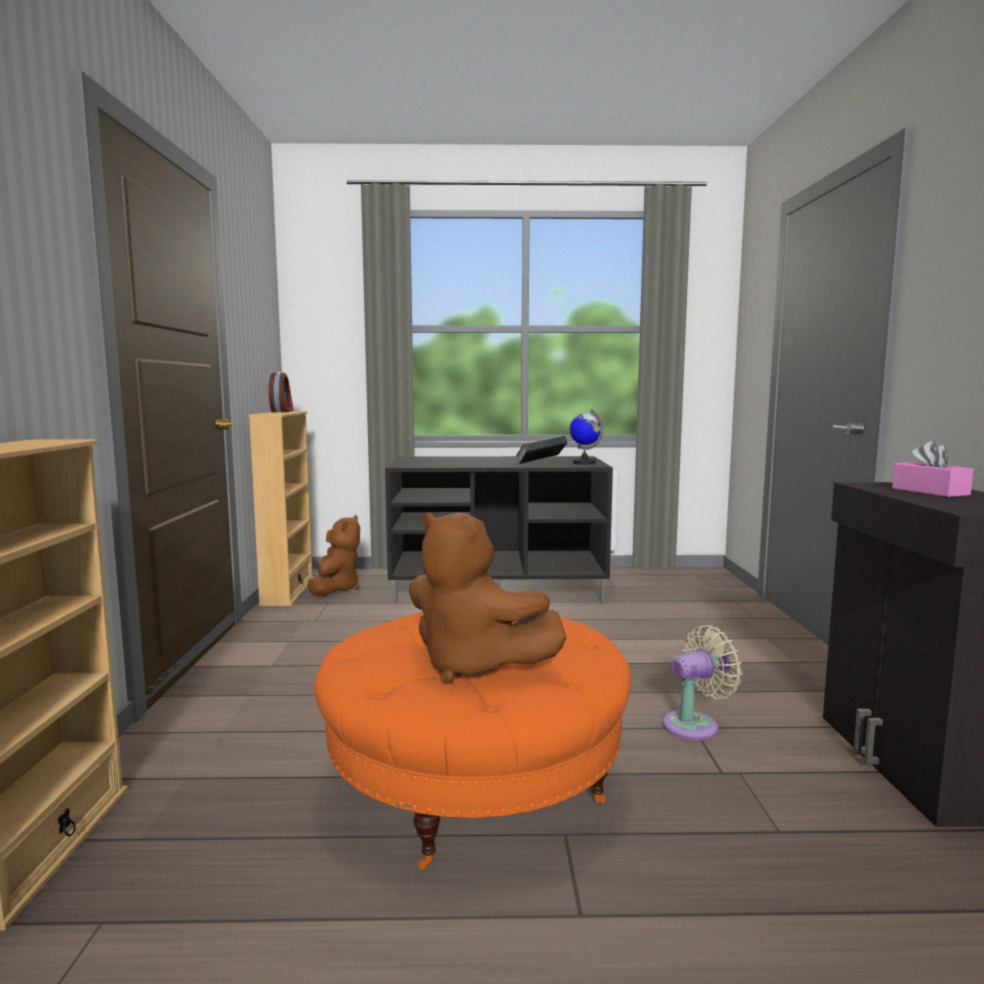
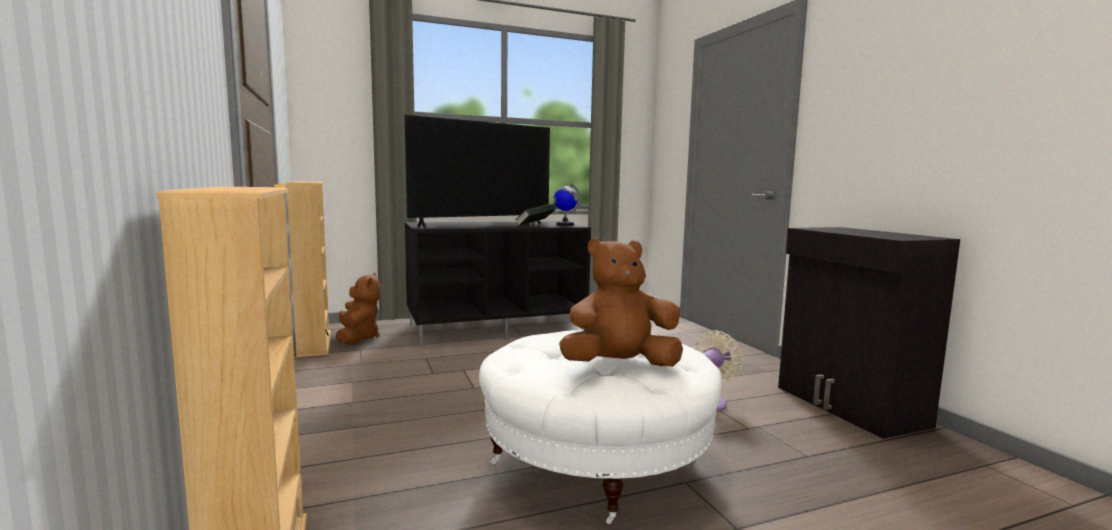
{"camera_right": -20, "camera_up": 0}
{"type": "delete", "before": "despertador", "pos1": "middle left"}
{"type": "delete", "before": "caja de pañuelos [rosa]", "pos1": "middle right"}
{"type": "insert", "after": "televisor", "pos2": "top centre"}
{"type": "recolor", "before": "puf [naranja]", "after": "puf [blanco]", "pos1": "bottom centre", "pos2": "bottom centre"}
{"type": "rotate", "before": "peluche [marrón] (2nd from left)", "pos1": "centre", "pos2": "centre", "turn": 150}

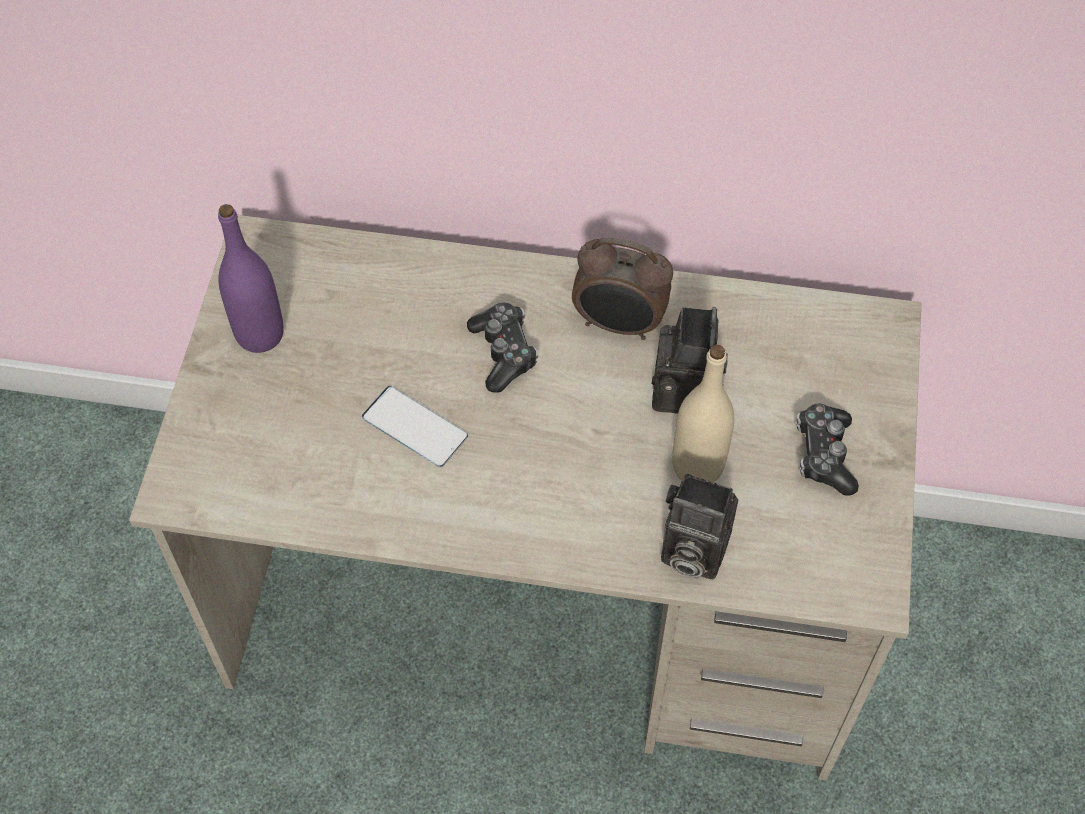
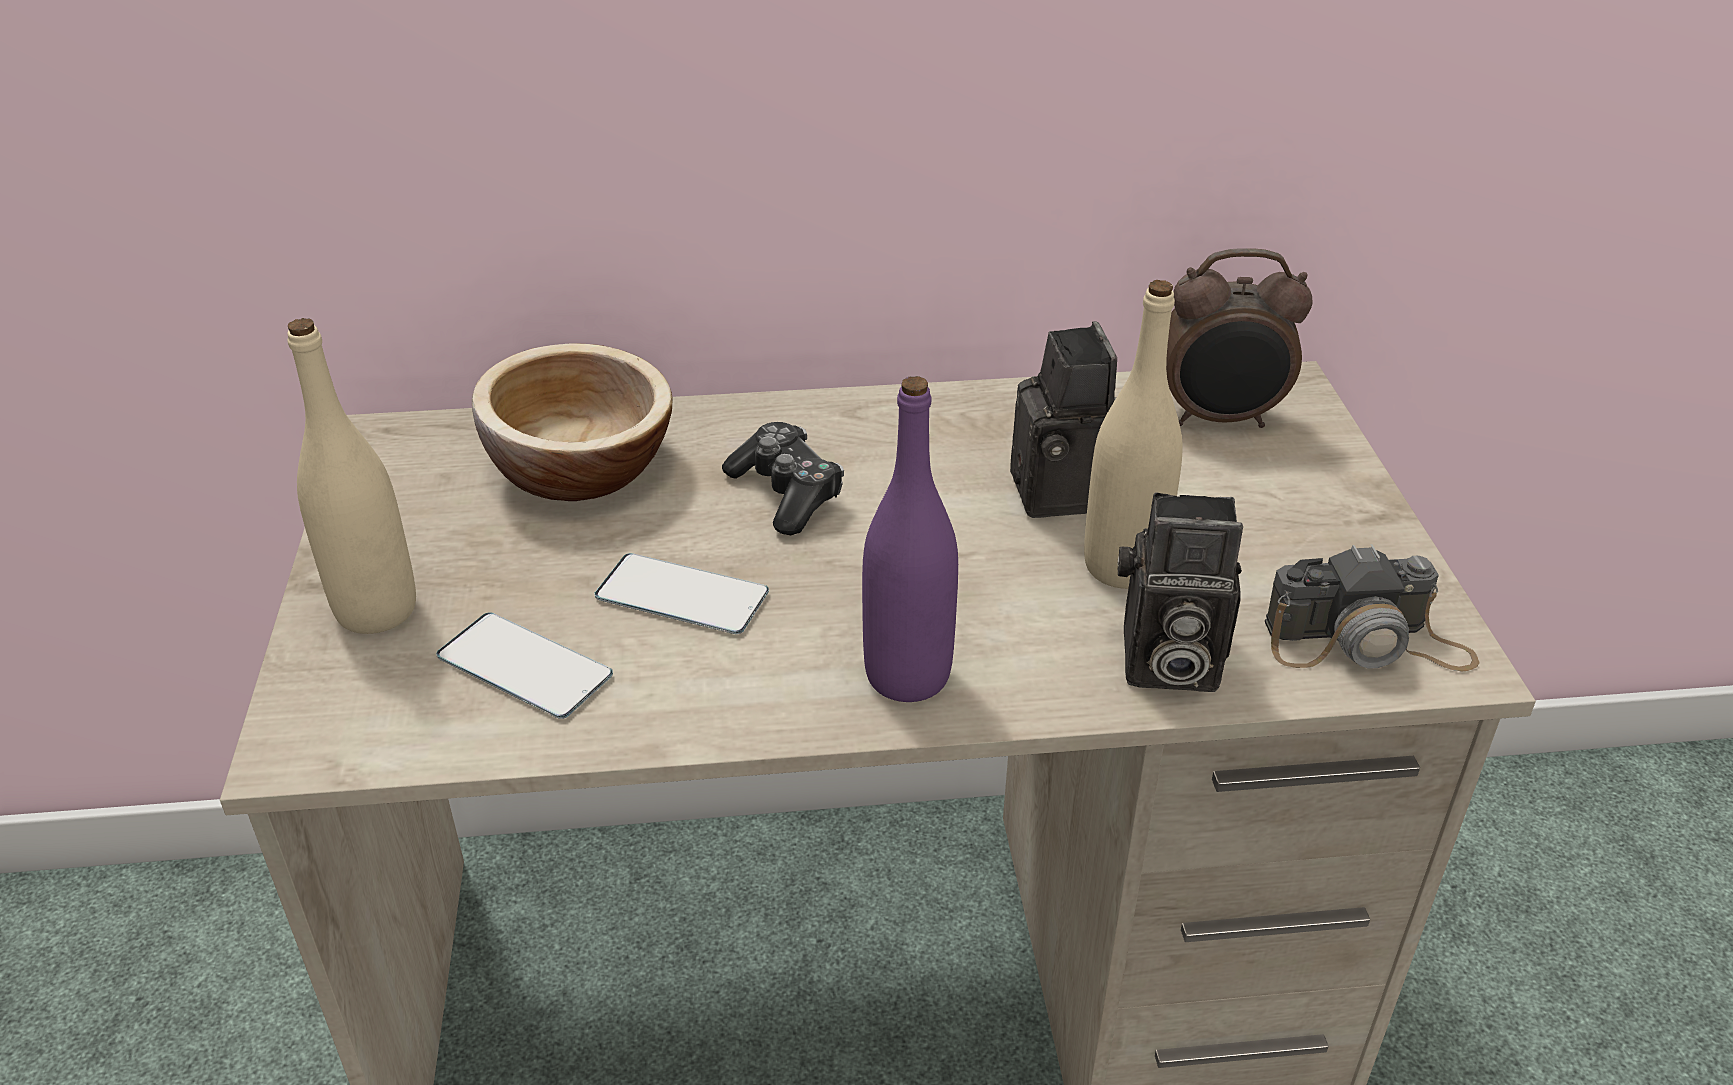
{"camera_right": -15, "camera_up": -20}
{"type": "delete", "before": "mando de consola (2nd from left)", "pos1": "middle right"}
{"type": "insert", "after": "botella [beis] (1st from left)", "pos2": "middle left"}
{"type": "insert", "after": "móvil (1st from left)", "pos2": "middle left"}
{"type": "insert", "after": "cuenco", "pos2": "middle left"}
{"type": "insert", "after": "cámara (3rd from left)", "pos2": "middle right"}
{"type": "move", "before": "botella [morado]", "pos1": "middle left", "pos2": "centre"}
{"type": "move", "before": "despertador", "pos1": "centre", "pos2": "top right"}

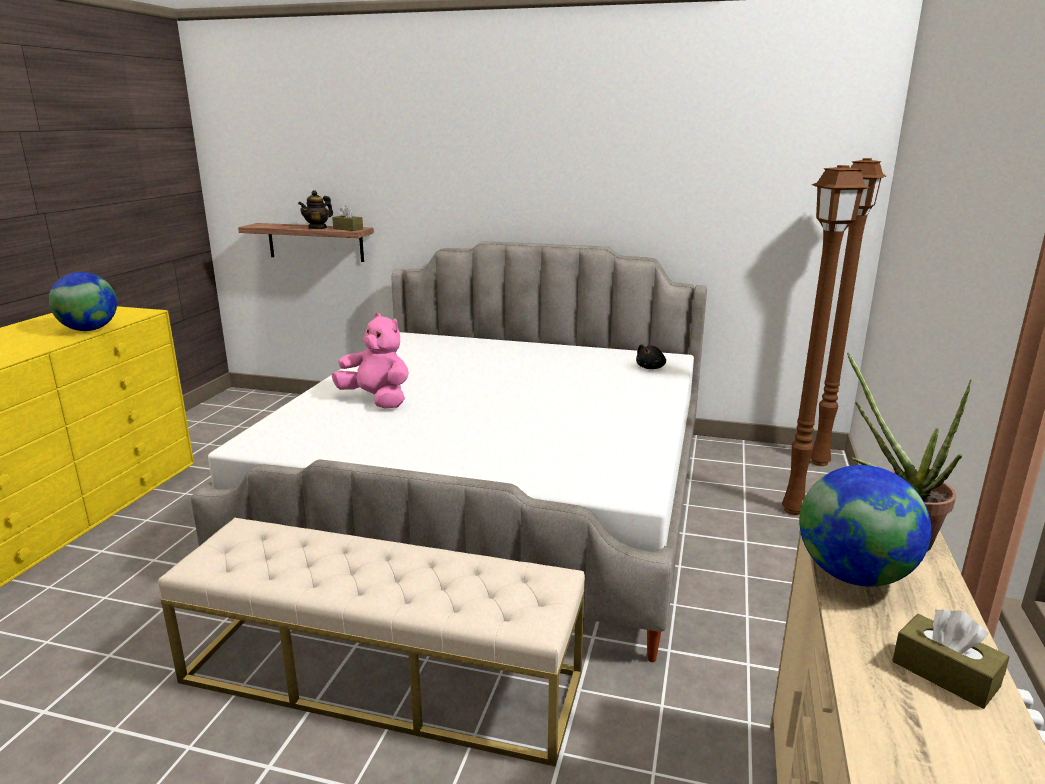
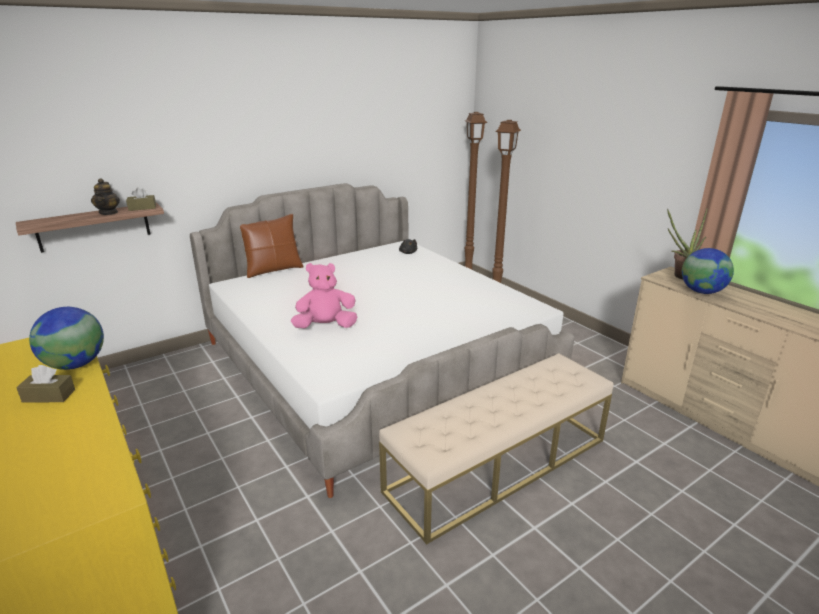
{"camera_right": -50, "camera_up": 5}
{"type": "insert", "after": "cojín [marrón]", "pos2": "middle left"}
{"type": "move", "before": "caja de pañuelos [marrón] (2nd from left in the first image)", "after": "caja de pañuelos [marrón] (1st from left)", "pos1": "bottom right", "pos2": "middle left"}

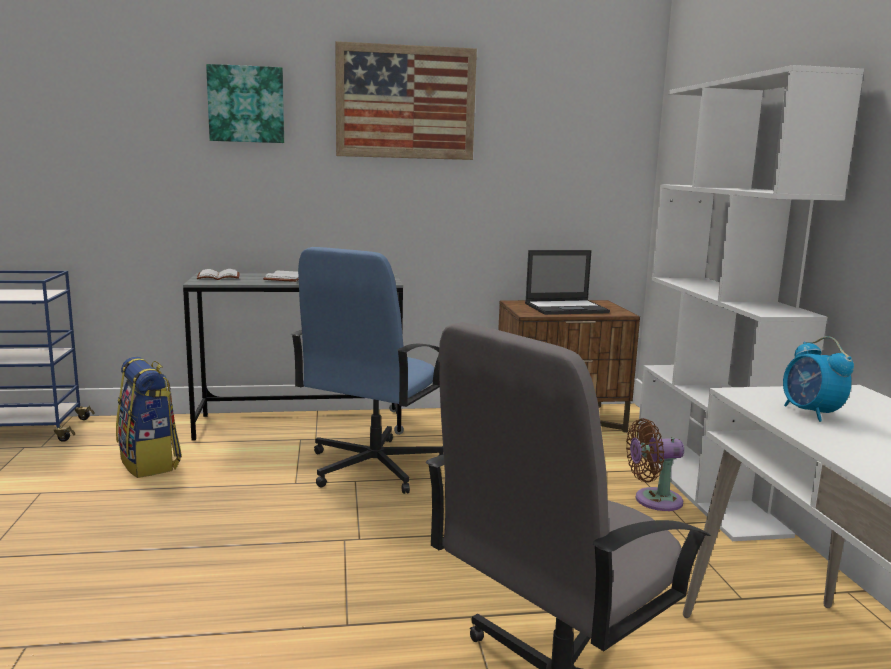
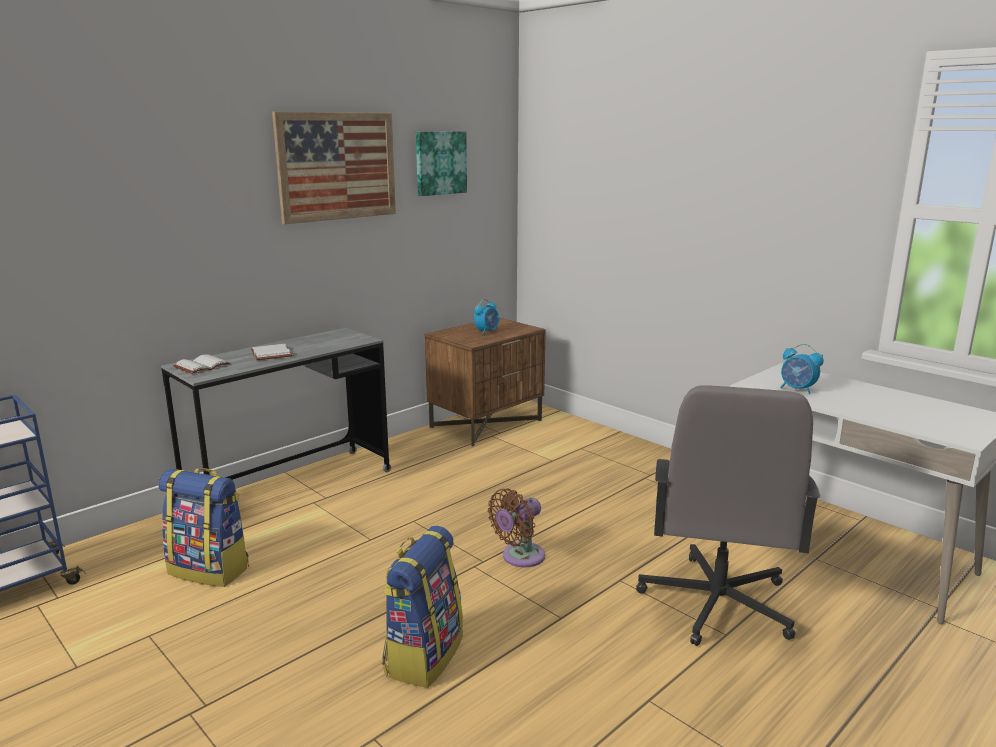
{"camera_right": -35, "camera_up": 5}
{"type": "delete", "before": "silla de oficina [azul]", "pos1": "centre"}
{"type": "delete", "before": "estantería [blanco]", "pos1": "middle right"}
{"type": "insert", "after": "mochila (2nd from left)", "pos2": "bottom centre"}
{"type": "move", "before": "cuadro (1st from left in the first image)", "after": "cuadro (2nd from left)", "pos1": "top left", "pos2": "top centre"}
{"type": "move", "before": "ventilador [marrón]", "pos1": "bottom right", "pos2": "bottom centre"}
{"type": "replace", "before": "portátil", "after": "despertador (1st from left)", "pos1": "centre", "pos2": "centre"}

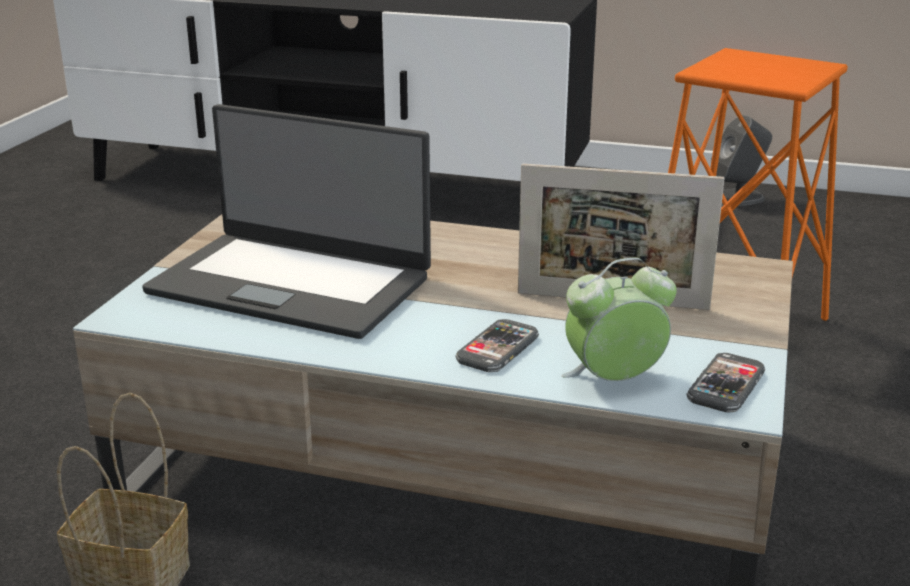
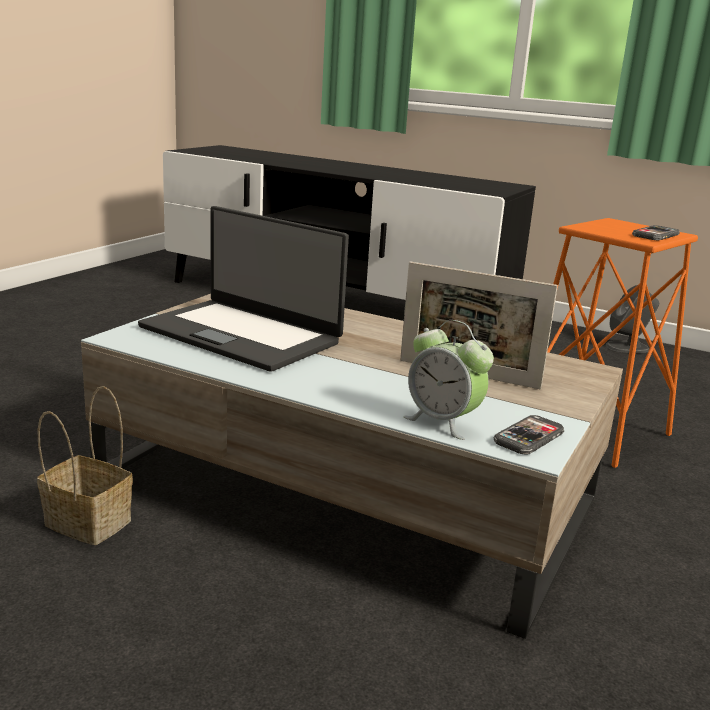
{"camera_right": 10, "camera_up": -5}
{"type": "move", "before": "móvil (1st from left in the first image)", "after": "móvil (2nd from left)", "pos1": "centre", "pos2": "top right"}
{"type": "rotate", "before": "despertador", "pos1": "middle right", "pos2": "centre", "turn": -135}

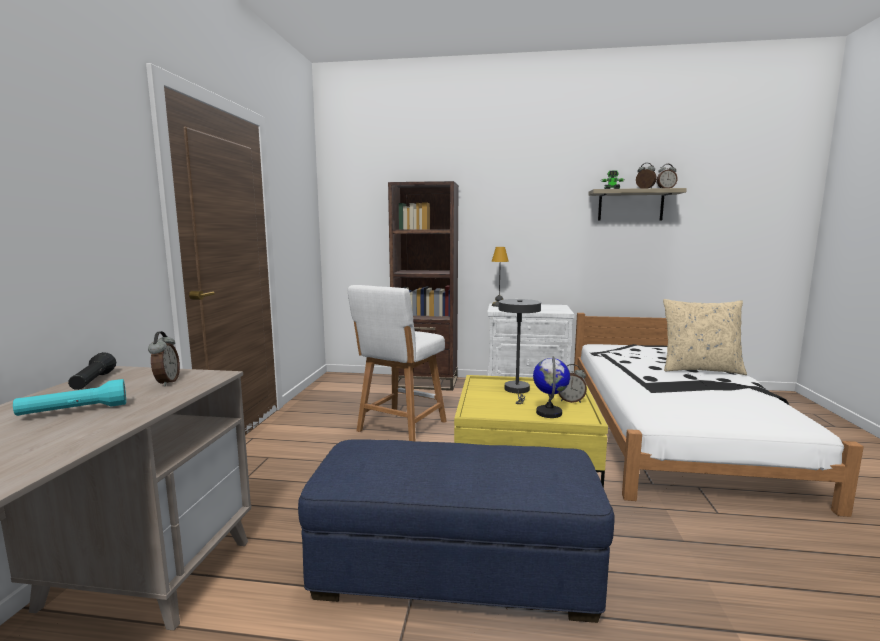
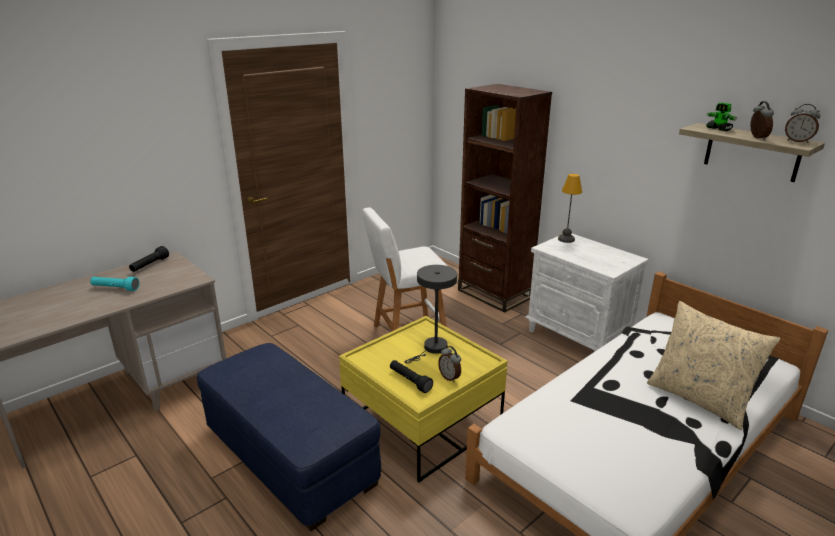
{"camera_right": 40, "camera_up": 15}
{"type": "delete", "before": "despertador (1st from left)", "pos1": "middle left"}
{"type": "replace", "before": "globo terráqueo", "after": "linterna [negro] (2nd from left)", "pos1": "centre", "pos2": "bottom centre"}

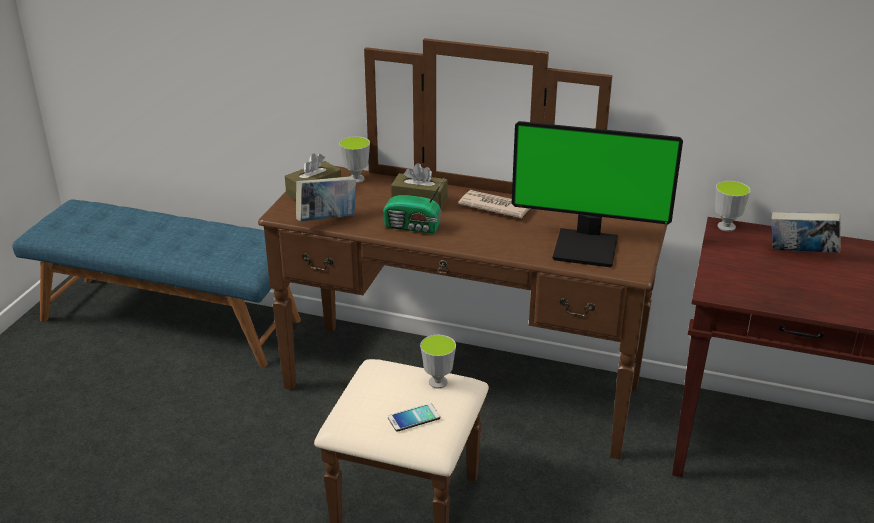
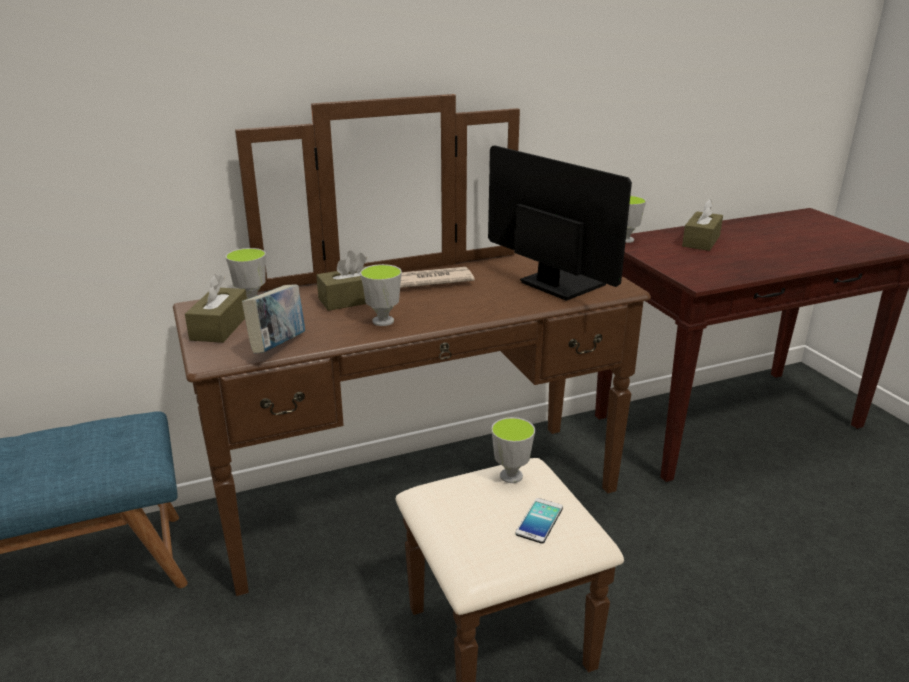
{"camera_right": -40, "camera_up": -5}
{"type": "replace", "before": "radio", "after": "taza (2nd from left)", "pos1": "centre", "pos2": "centre"}
{"type": "replace", "before": "libro (2nd from left)", "after": "caja de pañuelos [marrón] (3rd from left)", "pos1": "middle right", "pos2": "top right"}
{"type": "rotate", "before": "monitor", "pos1": "middle right", "pos2": "top centre", "turn": -105}

